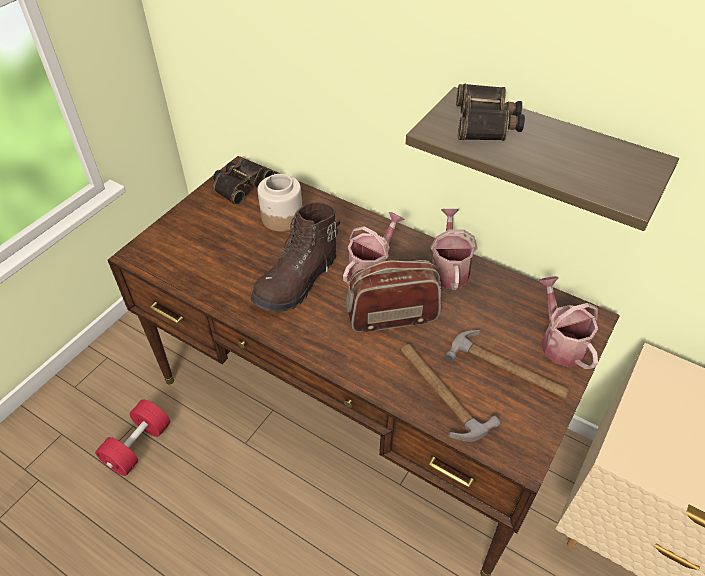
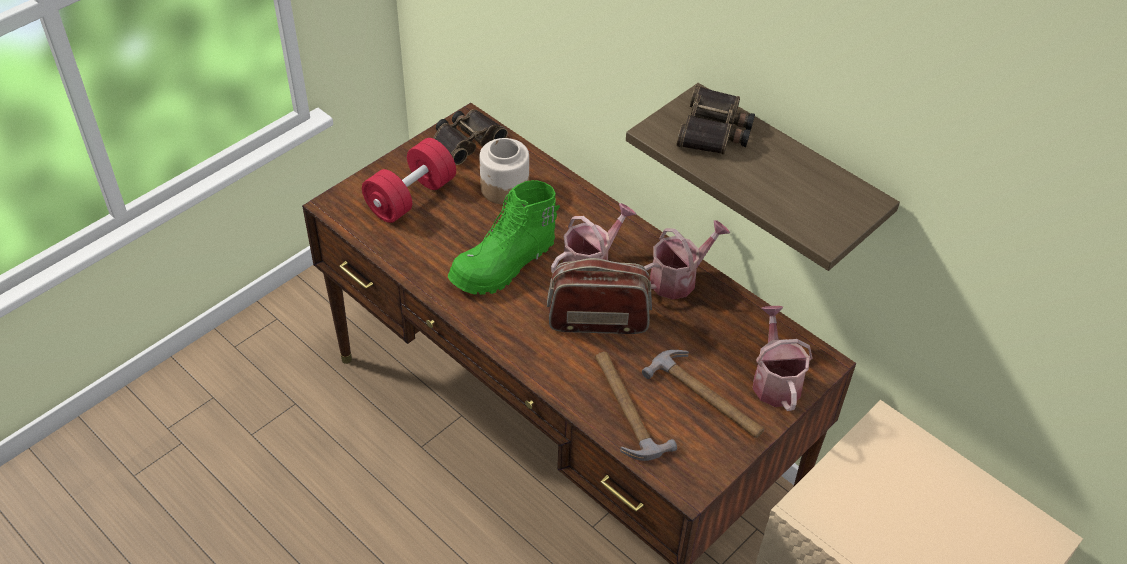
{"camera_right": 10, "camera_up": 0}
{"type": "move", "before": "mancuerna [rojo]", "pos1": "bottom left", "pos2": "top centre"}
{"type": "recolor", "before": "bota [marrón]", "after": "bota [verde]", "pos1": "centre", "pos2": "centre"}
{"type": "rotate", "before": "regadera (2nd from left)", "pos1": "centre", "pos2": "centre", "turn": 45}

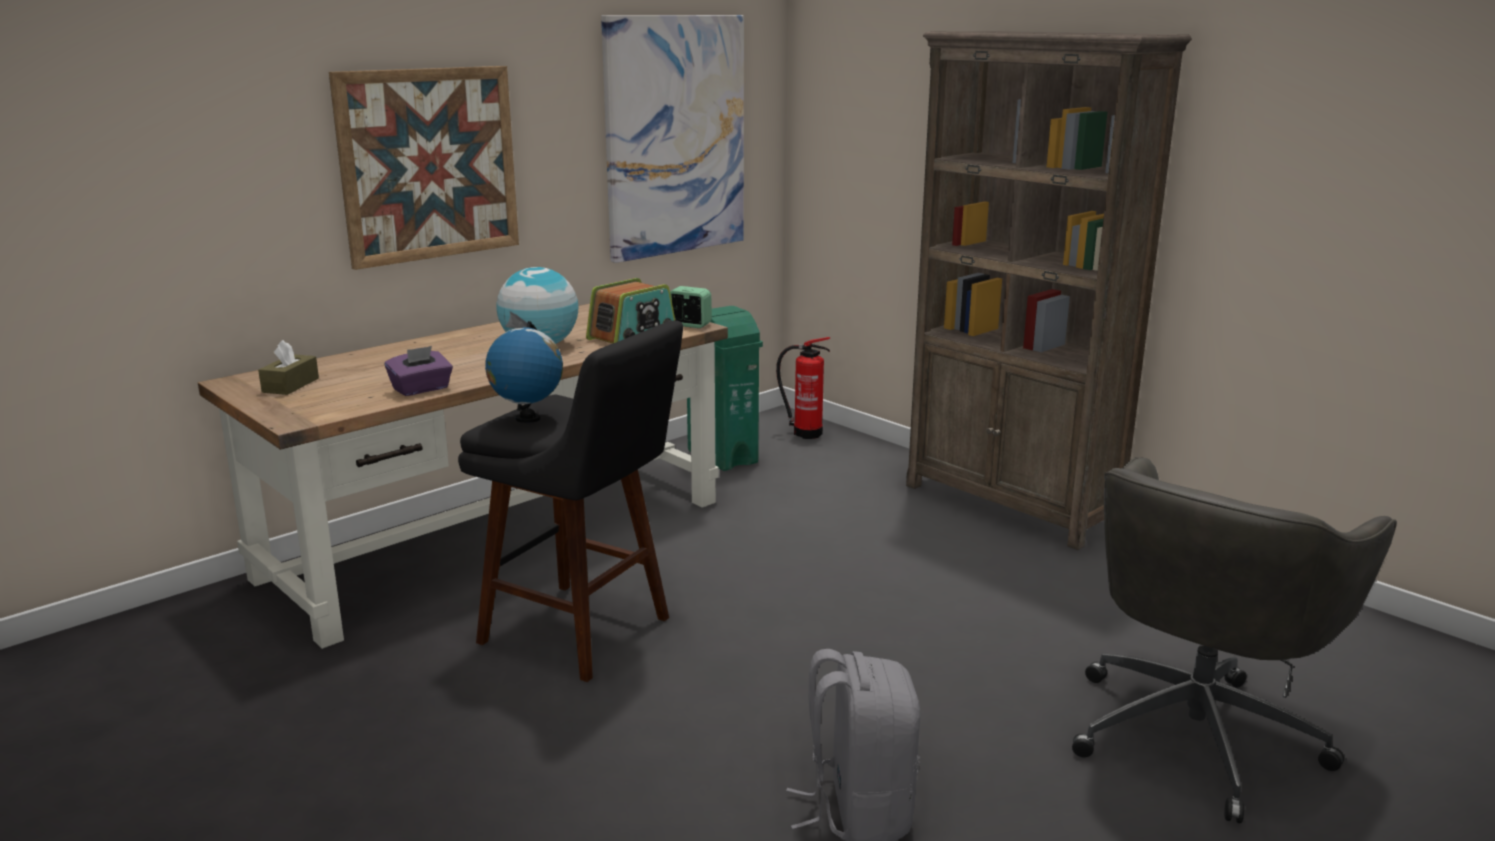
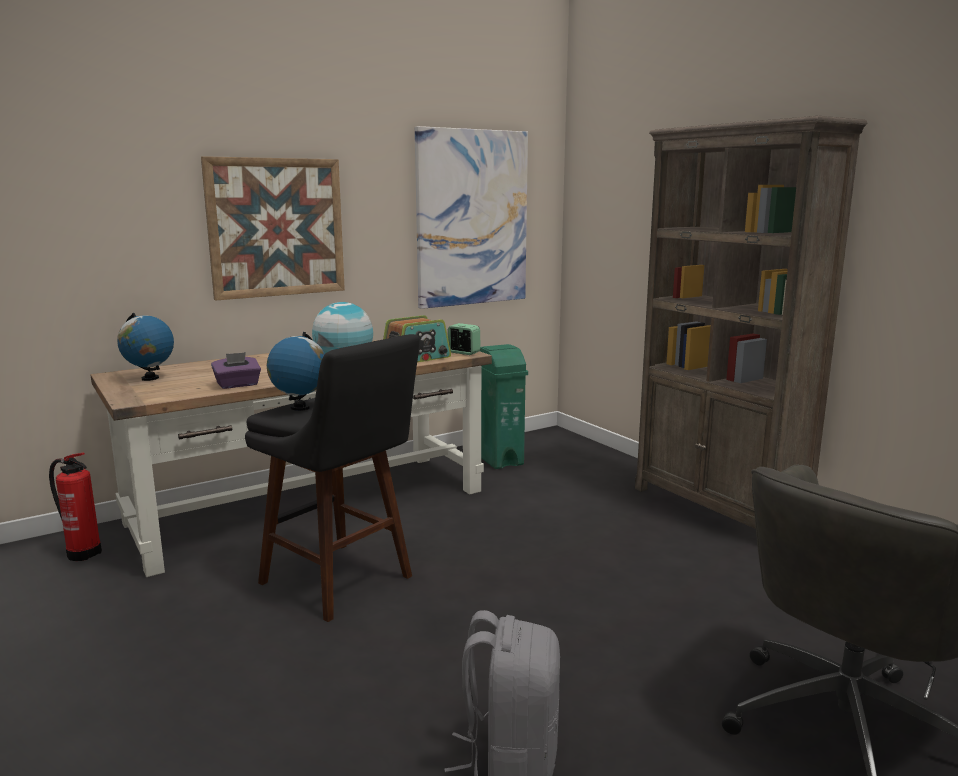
{"camera_right": 10, "camera_up": -5}
{"type": "move", "before": "extintor", "pos1": "centre", "pos2": "middle left"}
{"type": "replace", "before": "caja de pañuelos [marrón]", "after": "globo terráqueo (1st from left)", "pos1": "middle left", "pos2": "middle left"}

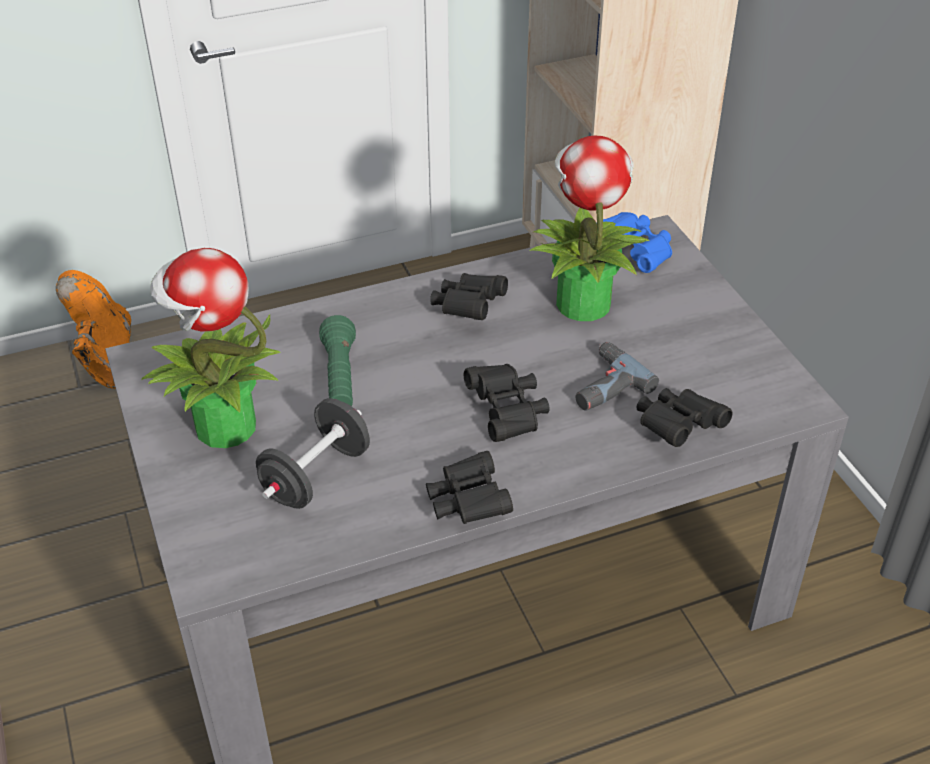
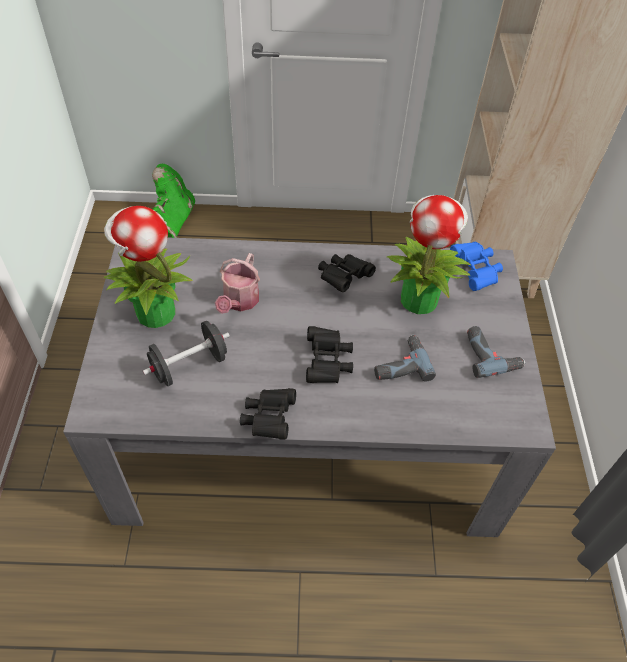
{"camera_right": 20, "camera_up": 10}
{"type": "delete", "before": "prismáticos [negro] (4th from left)", "pos1": "middle right"}
{"type": "insert", "after": "taladro (2nd from left)", "pos2": "middle right"}
{"type": "replace", "before": "linterna [verde]", "after": "regadera", "pos1": "centre", "pos2": "centre"}
{"type": "recolor", "before": "bota [naranja]", "after": "bota [verde]", "pos1": "middle left", "pos2": "top left"}

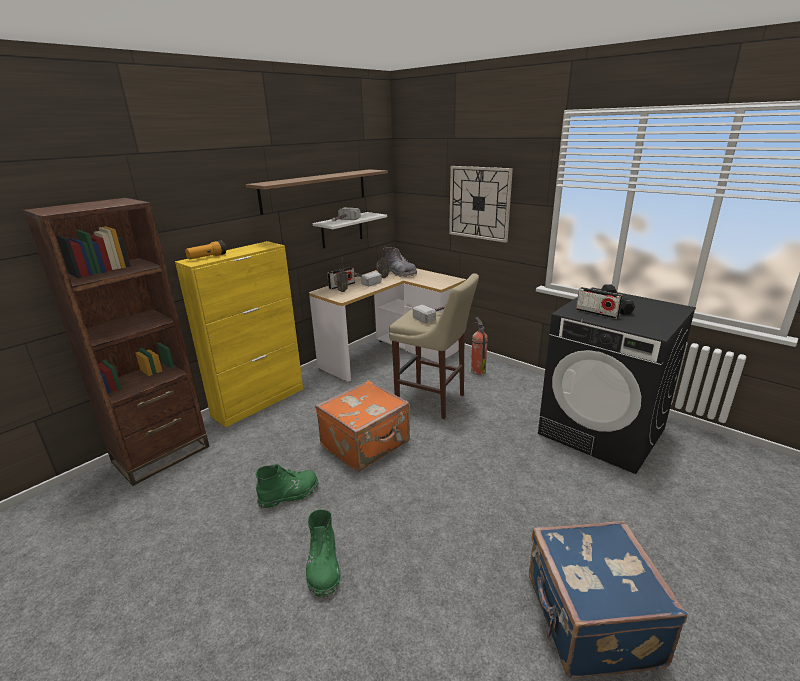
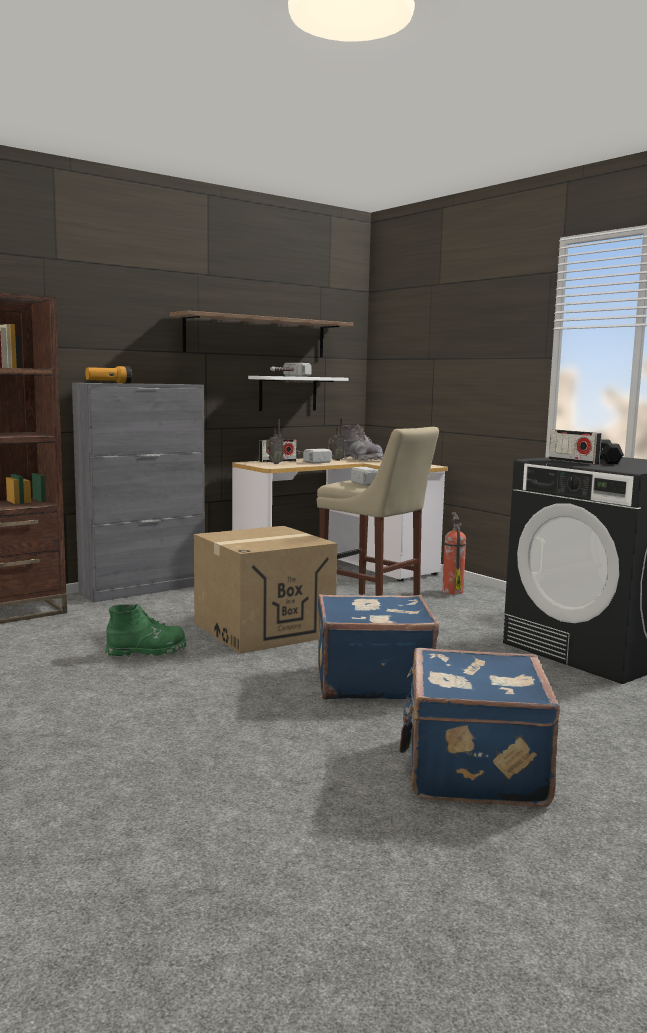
{"camera_right": 10, "camera_up": -15}
{"type": "delete", "before": "bota [verde] (2nd from left)", "pos1": "bottom centre"}
{"type": "delete", "before": "reloj de pared", "pos1": "top centre"}
{"type": "insert", "after": "maleta [azul] (1st from left)", "pos2": "centre"}
{"type": "replace", "before": "maleta [naranja]", "after": "caja de cartón", "pos1": "centre", "pos2": "centre"}
{"type": "recolor", "before": "armario [amarillo]", "after": "armario [gris]", "pos1": "middle left", "pos2": "middle left"}

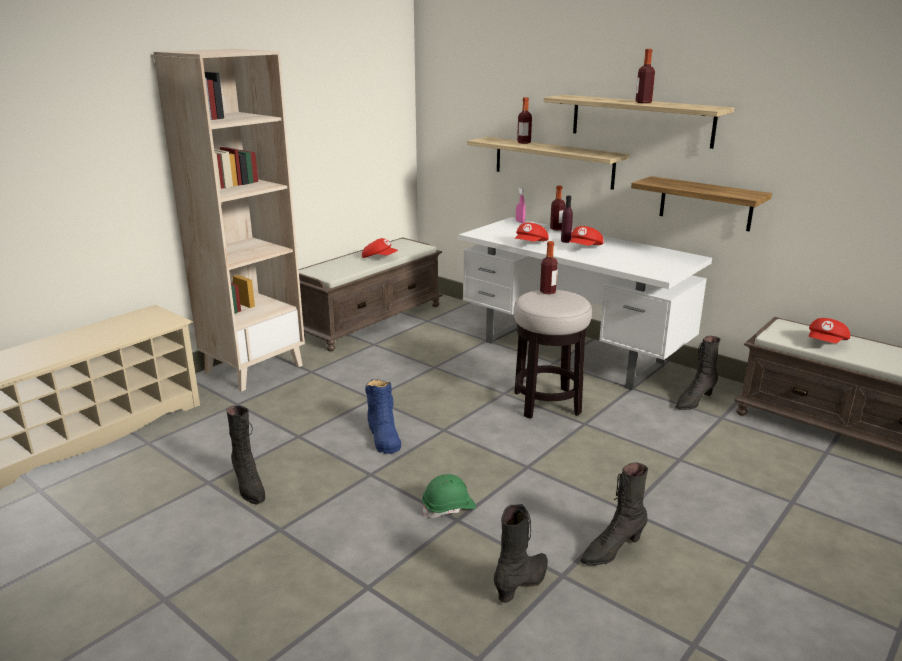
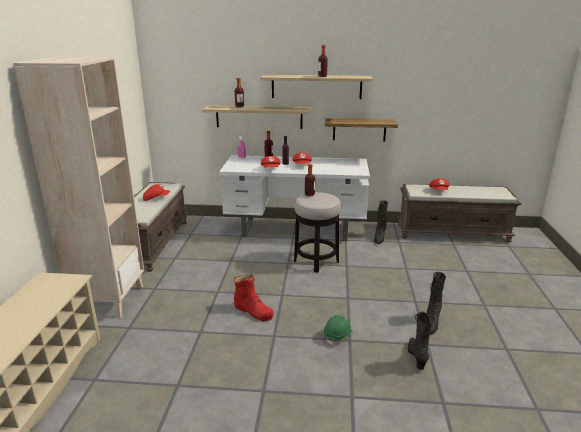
{"camera_right": -35, "camera_up": 0}
{"type": "delete", "before": "bota [negro] (1st from left)", "pos1": "bottom left"}
{"type": "recolor", "before": "bota [azul]", "after": "bota [rojo]", "pos1": "centre", "pos2": "bottom centre"}

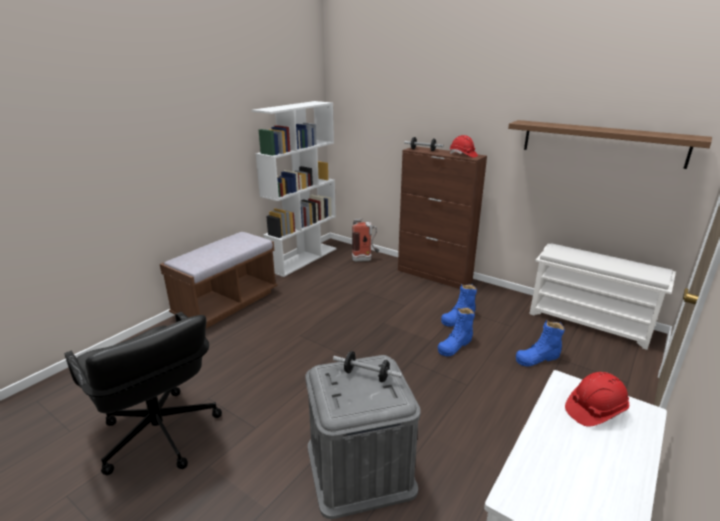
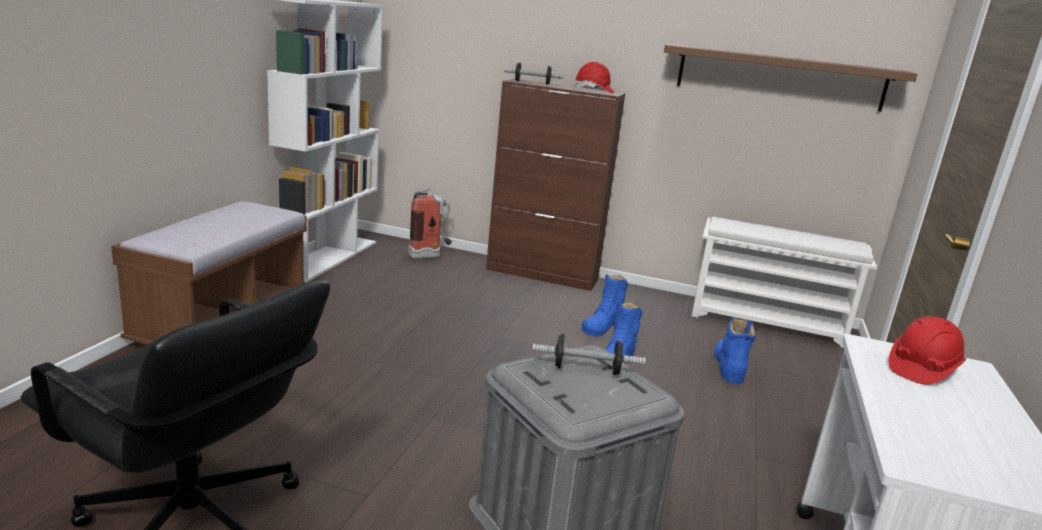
{"camera_right": -20, "camera_up": -5}
{"type": "rotate", "before": "bota [azul] (3rd from left)", "pos1": "middle right", "pos2": "middle right", "turn": 135}

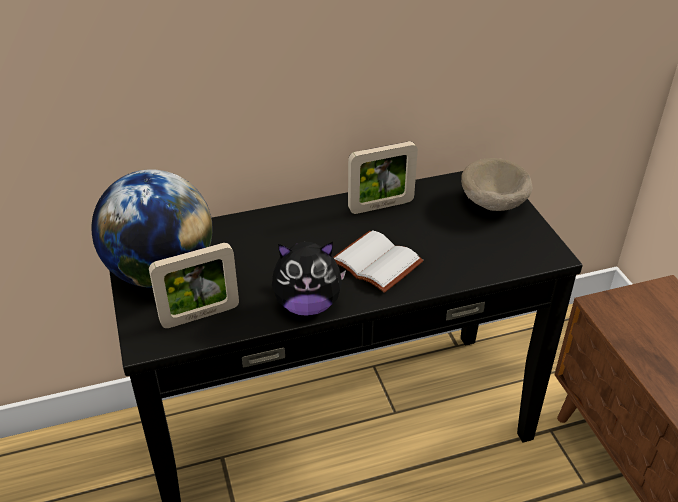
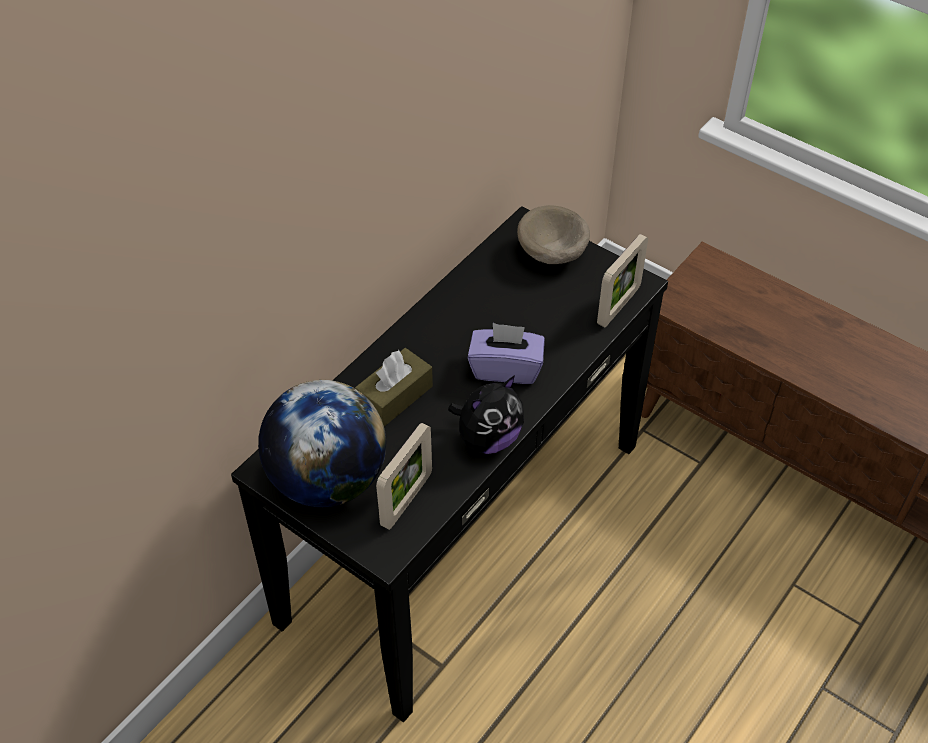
{"camera_right": -35, "camera_up": 10}
{"type": "insert", "after": "caja de pañuelos [marrón]", "pos2": "centre"}
{"type": "move", "before": "portarretratos (2nd from left)", "pos1": "centre", "pos2": "middle right"}
{"type": "replace", "before": "libro [blanco]", "after": "caja de pañuelos [morado]", "pos1": "centre", "pos2": "centre"}

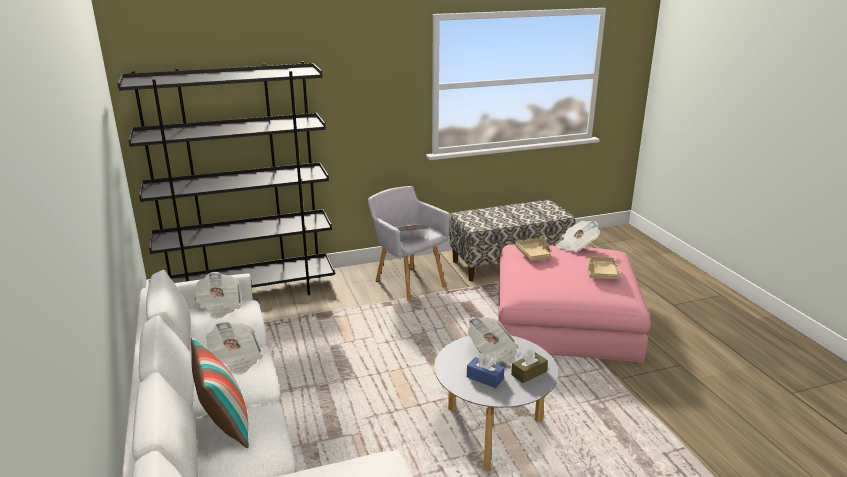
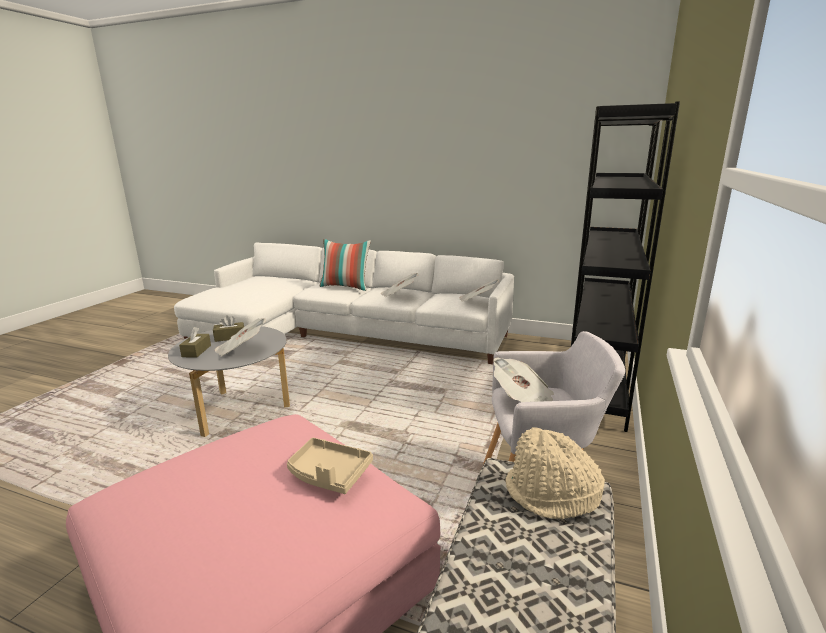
{"camera_right": 130, "camera_up": -5}
{"type": "delete", "before": "periódico (5th from left)", "pos1": "middle right"}
{"type": "delete", "before": "bandeja [beis] (2nd from left)", "pos1": "middle right"}
{"type": "insert", "after": "sombrero [beis]", "pos2": "bottom right"}
{"type": "recolor", "before": "caja de pañuelos [azul]", "after": "caja de pañuelos [marrón] (2nd from left)", "pos1": "bottom centre", "pos2": "middle left"}

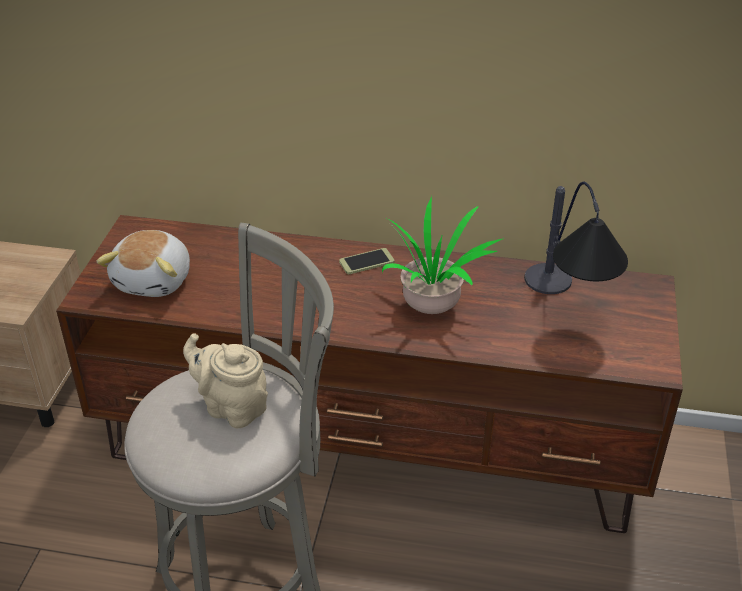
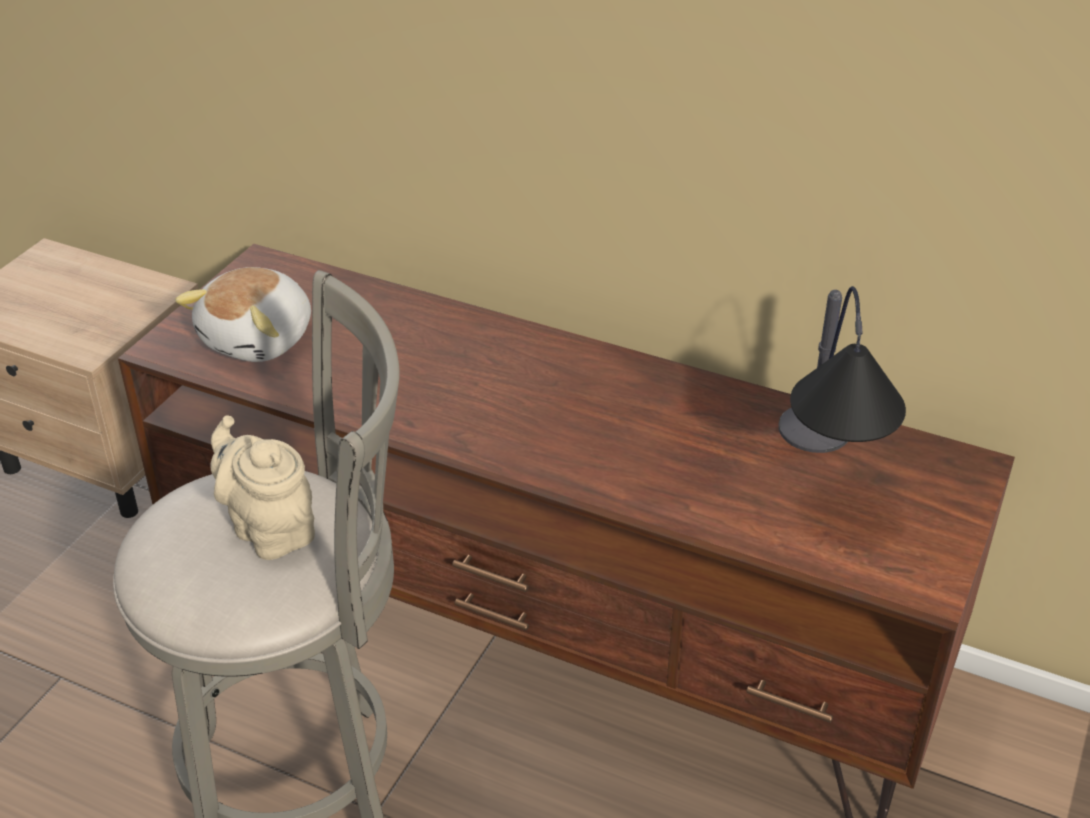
{"camera_right": 15, "camera_up": 0}
{"type": "delete", "before": "móvil", "pos1": "centre"}
{"type": "delete", "before": "planta en maceta", "pos1": "centre"}

